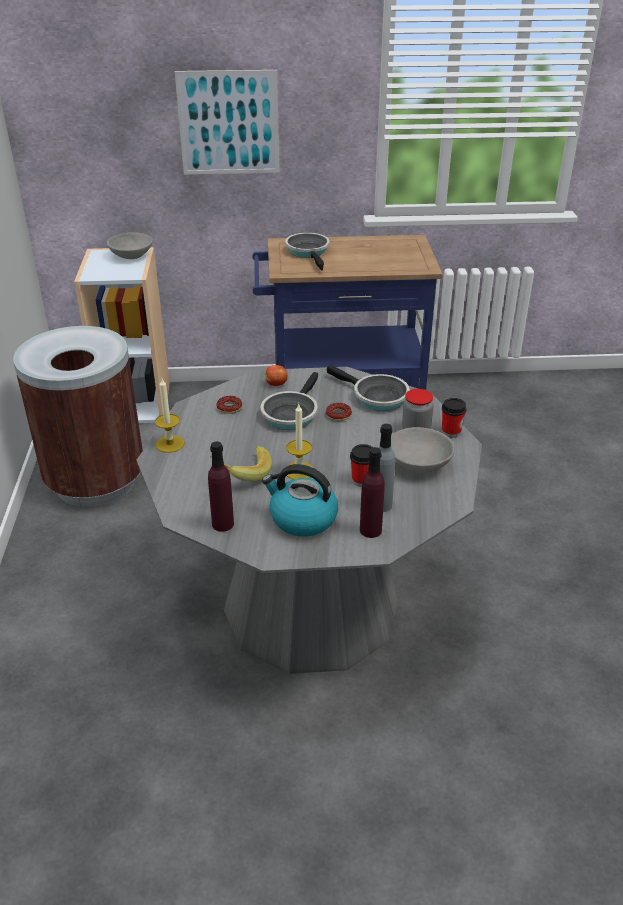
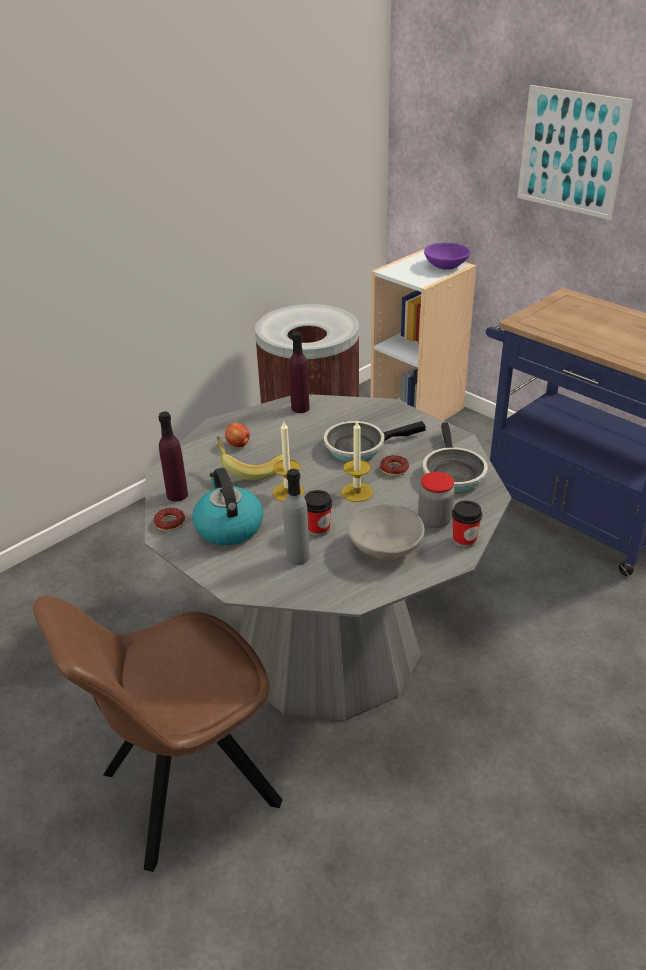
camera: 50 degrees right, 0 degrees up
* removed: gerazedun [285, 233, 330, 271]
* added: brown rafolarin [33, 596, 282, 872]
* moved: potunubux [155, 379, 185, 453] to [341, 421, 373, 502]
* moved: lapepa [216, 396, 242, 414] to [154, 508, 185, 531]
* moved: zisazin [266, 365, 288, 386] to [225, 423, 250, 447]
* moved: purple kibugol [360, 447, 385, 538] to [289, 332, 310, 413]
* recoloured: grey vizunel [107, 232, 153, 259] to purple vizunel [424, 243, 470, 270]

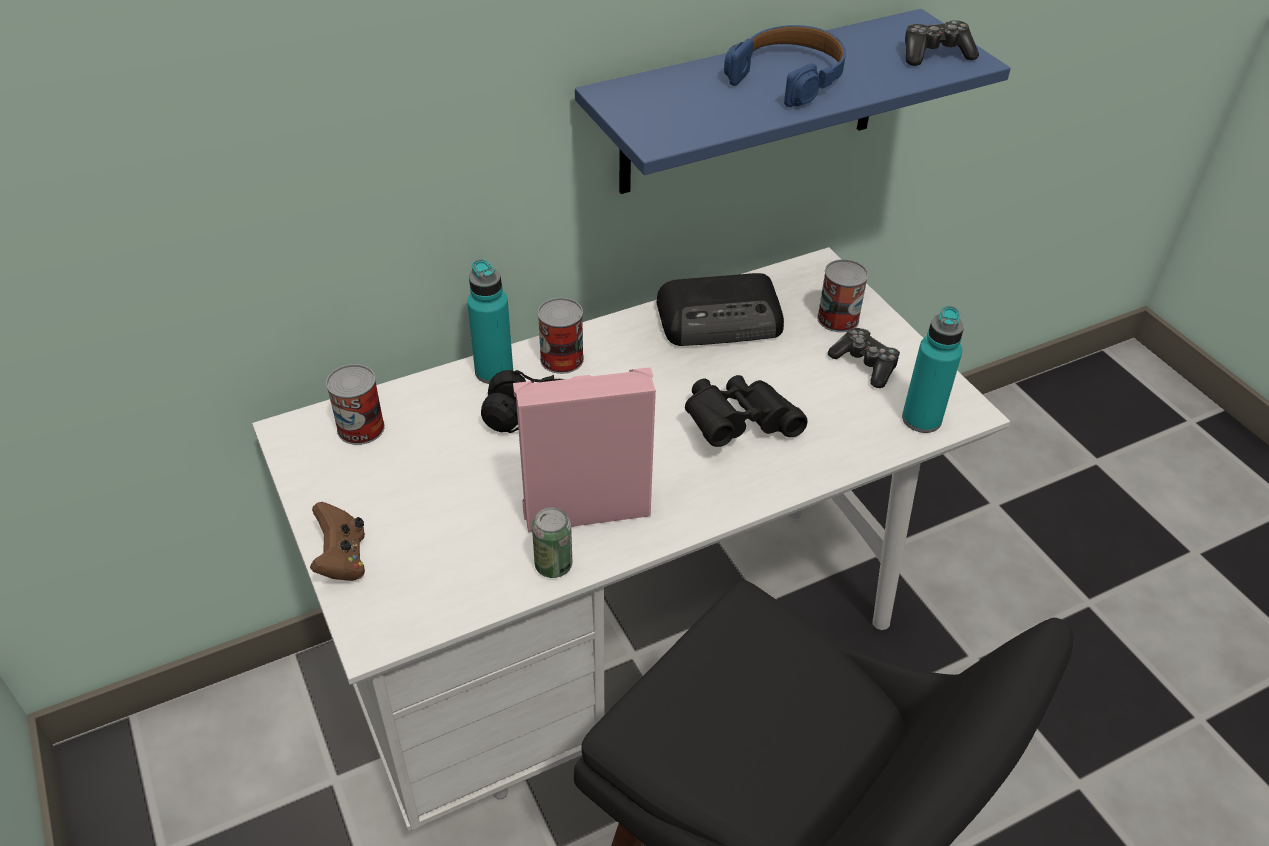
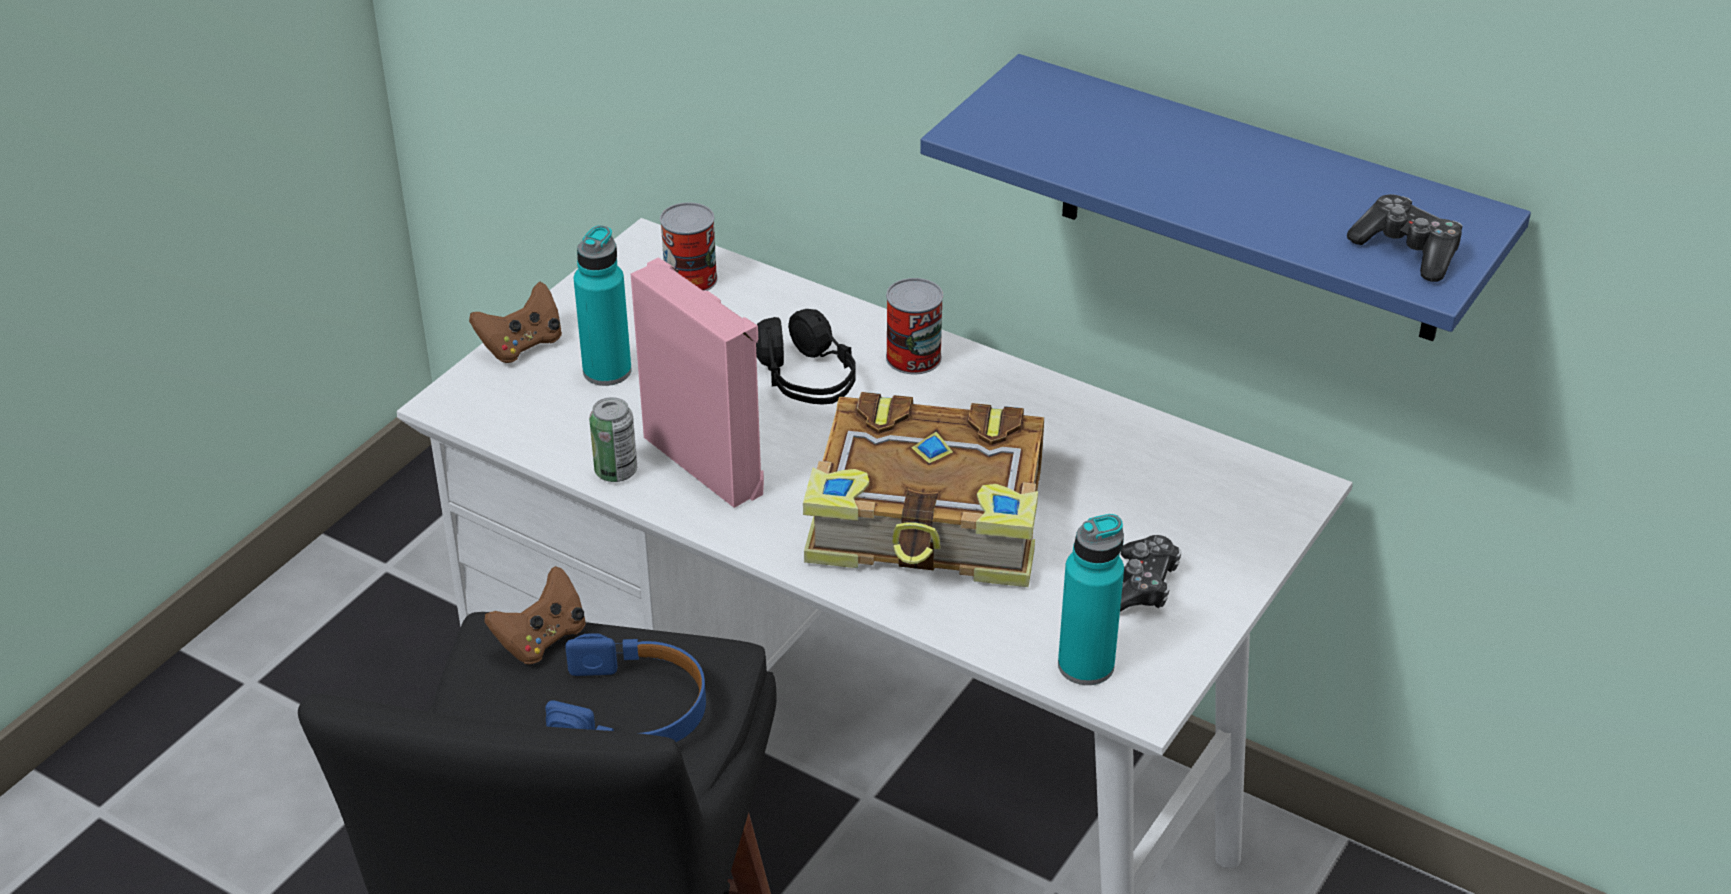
camera: 60 degrees right, 5 degrees down
* removed: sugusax [656, 273, 784, 346]
* removed: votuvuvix [817, 259, 869, 332]
* added: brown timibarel [484, 566, 585, 664]
* moved: turquoise kibugol [467, 259, 513, 384] to [574, 225, 632, 386]
* moved: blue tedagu [724, 25, 846, 107] to [545, 633, 706, 742]
* replaced: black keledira [685, 375, 808, 447] to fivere [803, 392, 1044, 587]

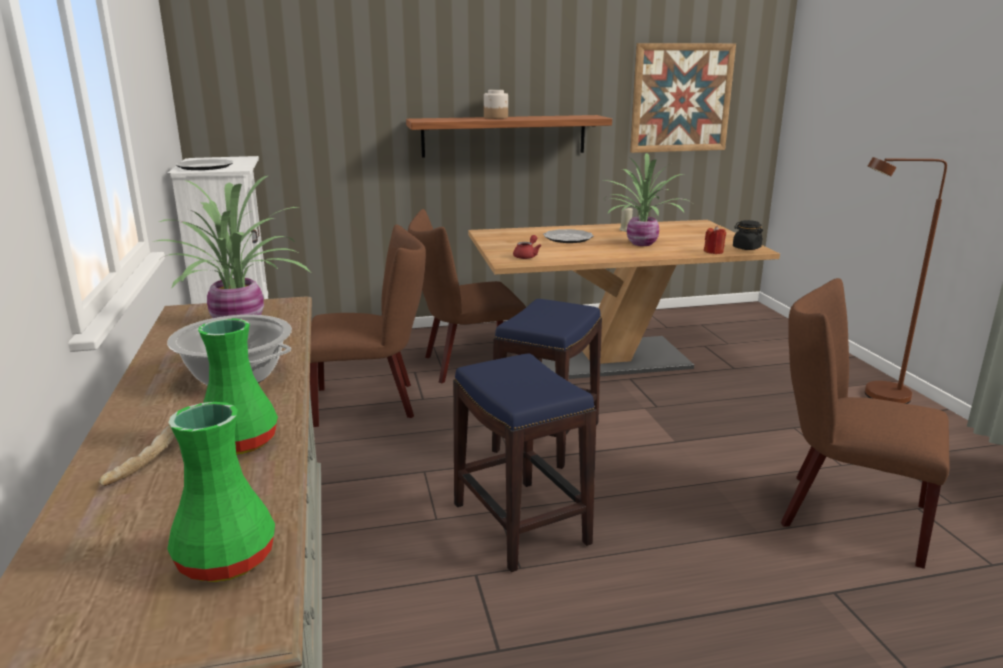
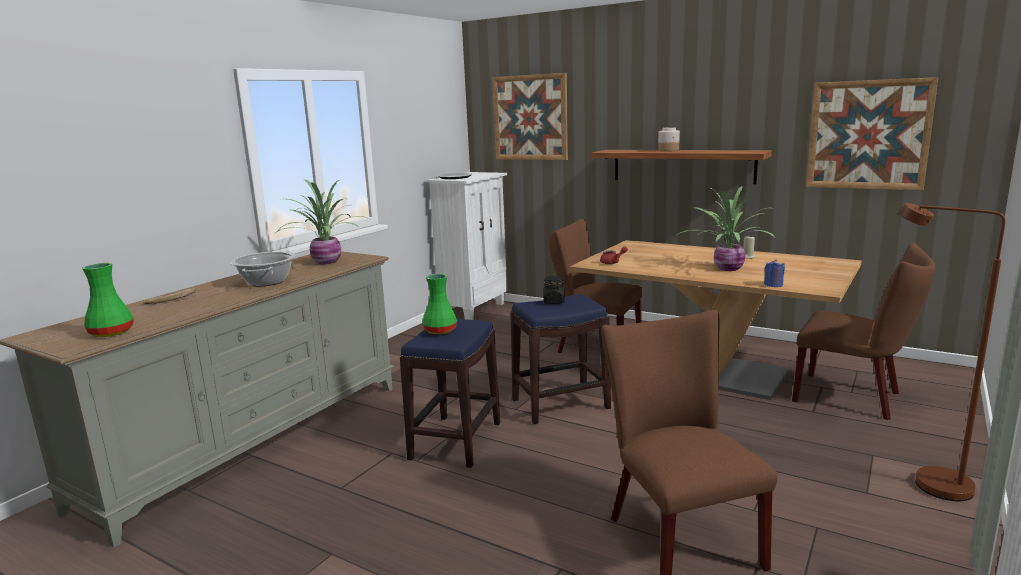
camera: 45 degrees right, 5 degrees down
* removed: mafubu [543, 229, 594, 243]
* added: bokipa [492, 73, 568, 160]
* moved: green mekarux [198, 318, 278, 455] to [422, 274, 457, 334]
* moved: brown rafolarin [310, 224, 426, 427] to [792, 242, 935, 420]
* moved: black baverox [733, 220, 763, 250] to [543, 276, 565, 304]
* recoloured: red potunubux [704, 226, 726, 254] to blue potunubux [764, 259, 785, 287]

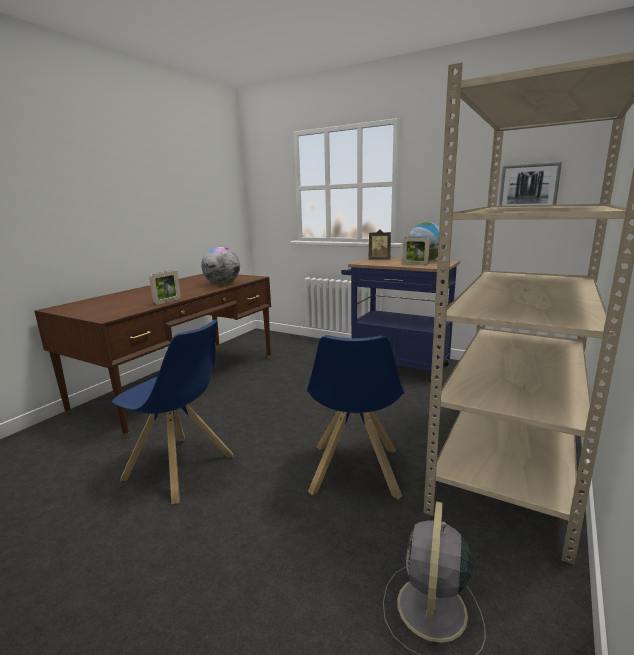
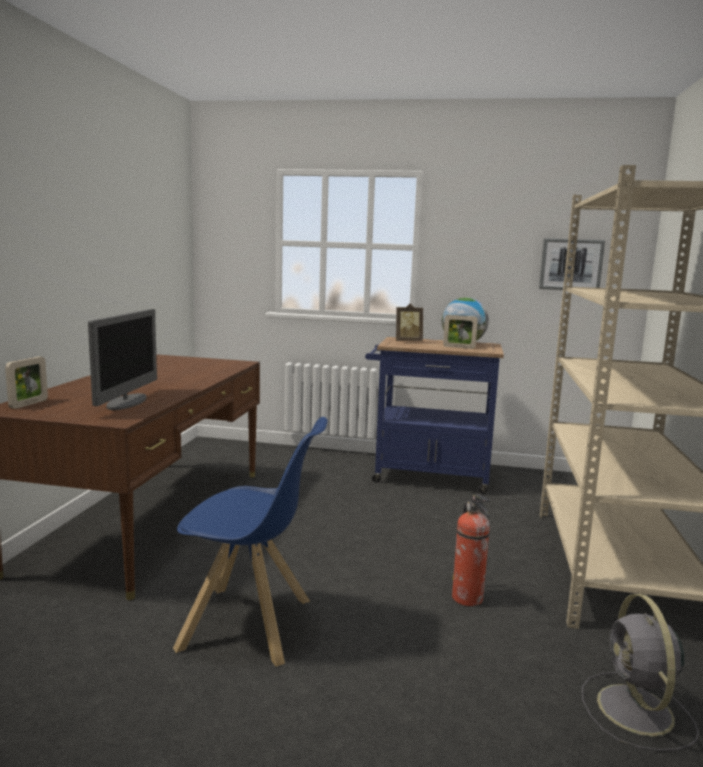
camera: 20 degrees left, 5 degrees down
* removed: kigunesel [201, 247, 240, 285]
* added: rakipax [88, 309, 157, 410]
* moved: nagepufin [149, 270, 181, 305] to [5, 356, 48, 409]
* replaced: blue rafolarin [306, 335, 405, 499] to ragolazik [452, 495, 490, 606]

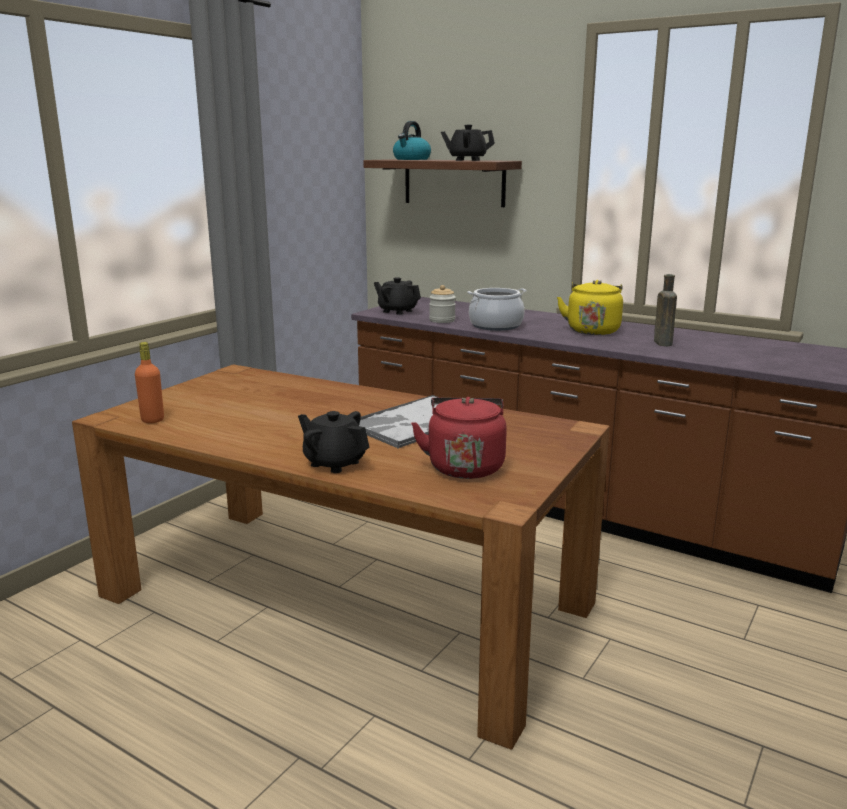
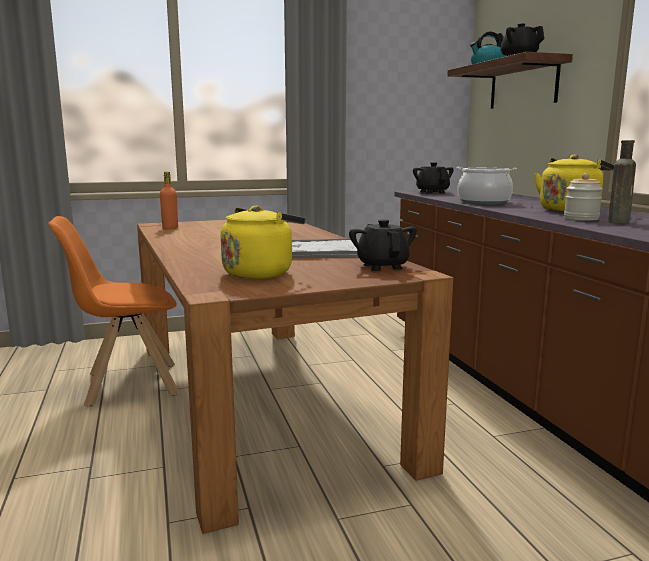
camera: 40 degrees right, 5 degrees down
* added: orange rafolarin [48, 216, 180, 407]
* moved: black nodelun [298, 411, 370, 473] to [349, 219, 417, 271]
* moved: baverox [429, 285, 456, 323] to [564, 173, 603, 221]
* recoloured: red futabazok [411, 397, 507, 479] to yellow futabazok [221, 206, 305, 279]

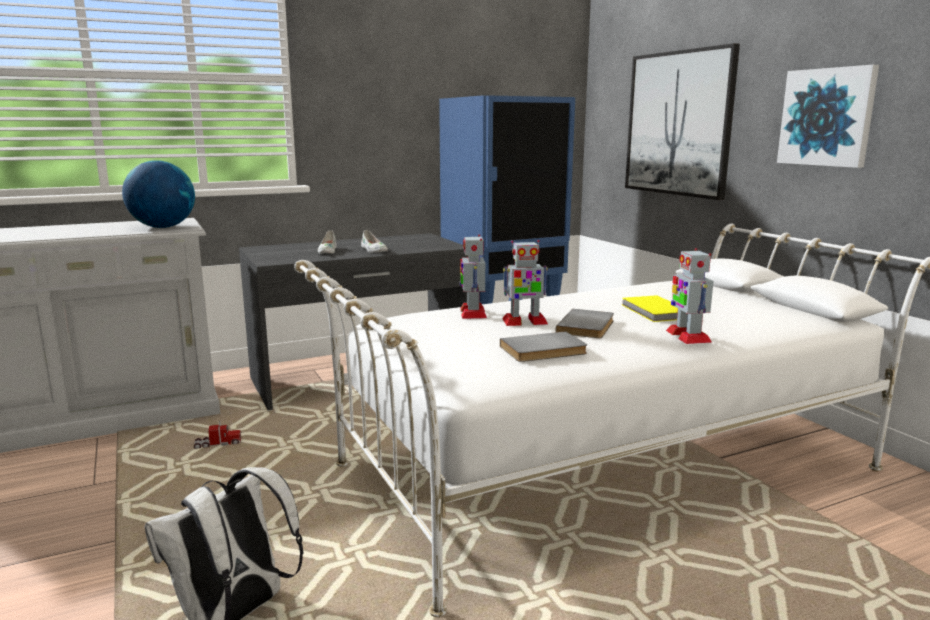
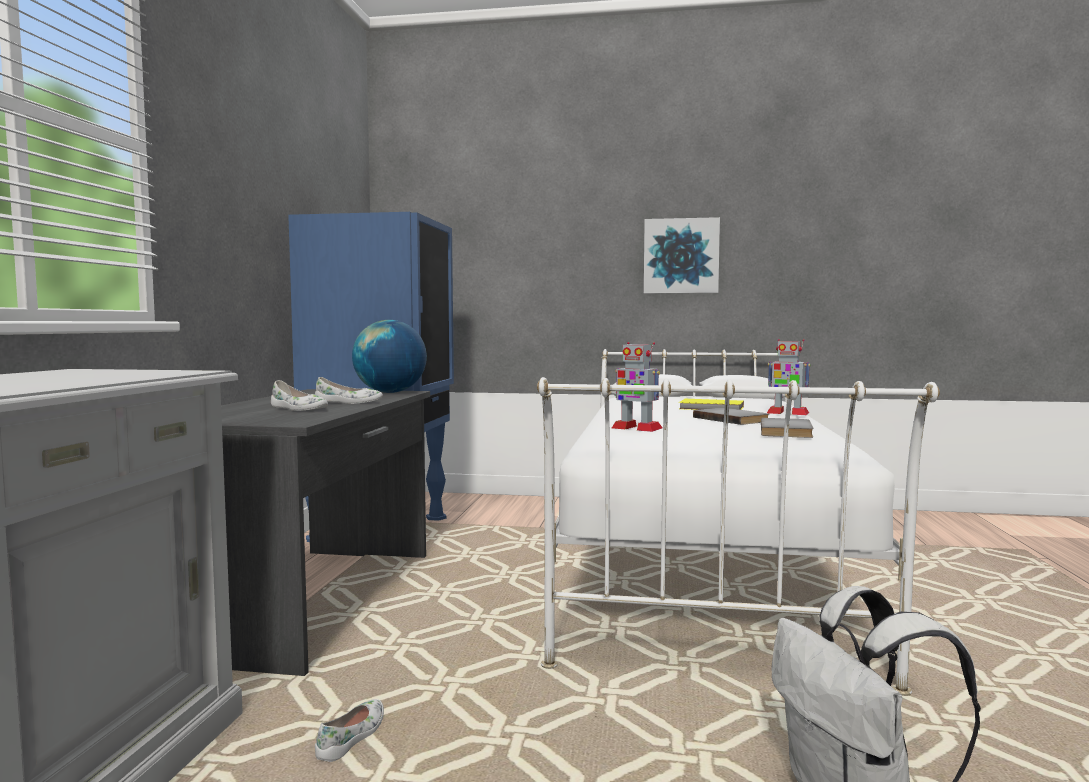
camera: 55 degrees left, 10 degrees down
* removed: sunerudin [502, 240, 548, 326]
* removed: bokipa [625, 43, 740, 200]
* moved: kigunesel [122, 160, 195, 228] to [352, 320, 427, 393]
* replaced: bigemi [194, 421, 241, 449] to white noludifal [315, 699, 384, 762]

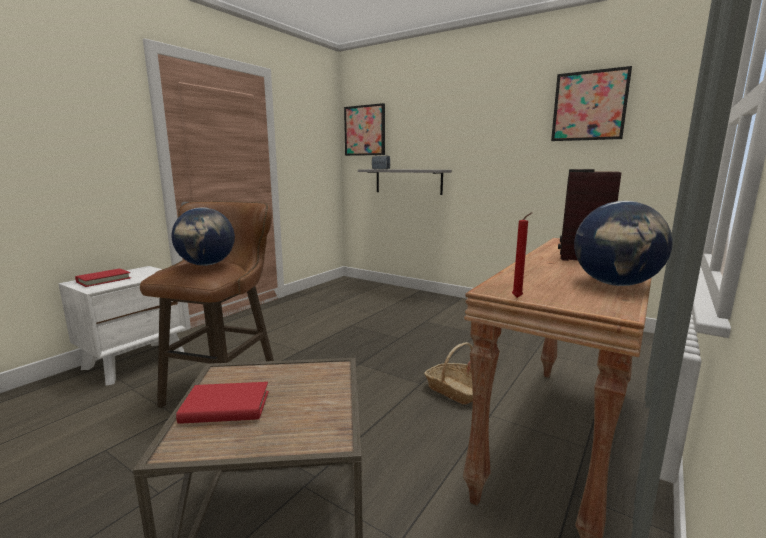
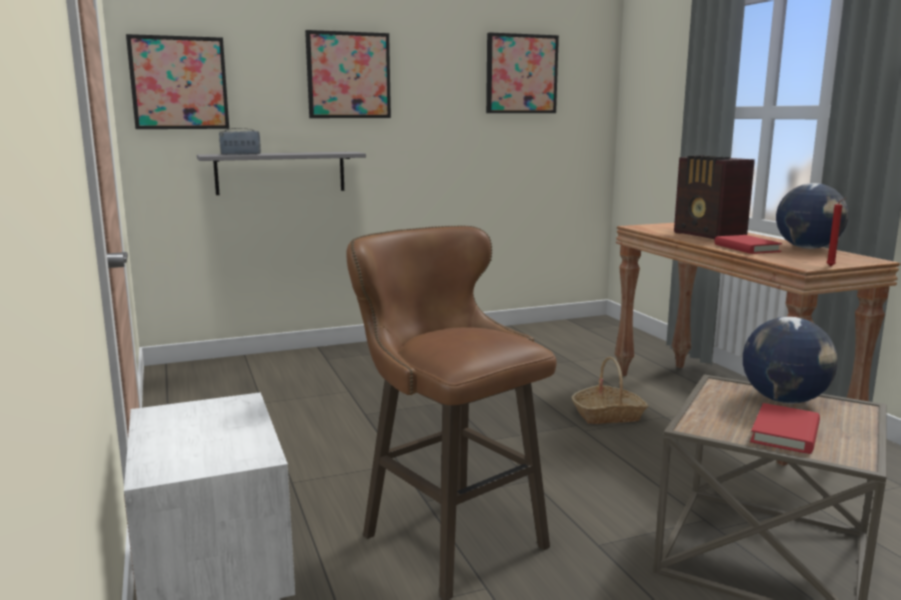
camera: 55 degrees left, 0 degrees up
* added: bokipa [305, 30, 391, 118]
* moved: red fivere [75, 269, 131, 287] to [715, 235, 782, 254]
* moved: kigunesel [172, 207, 235, 266] to [743, 317, 838, 404]

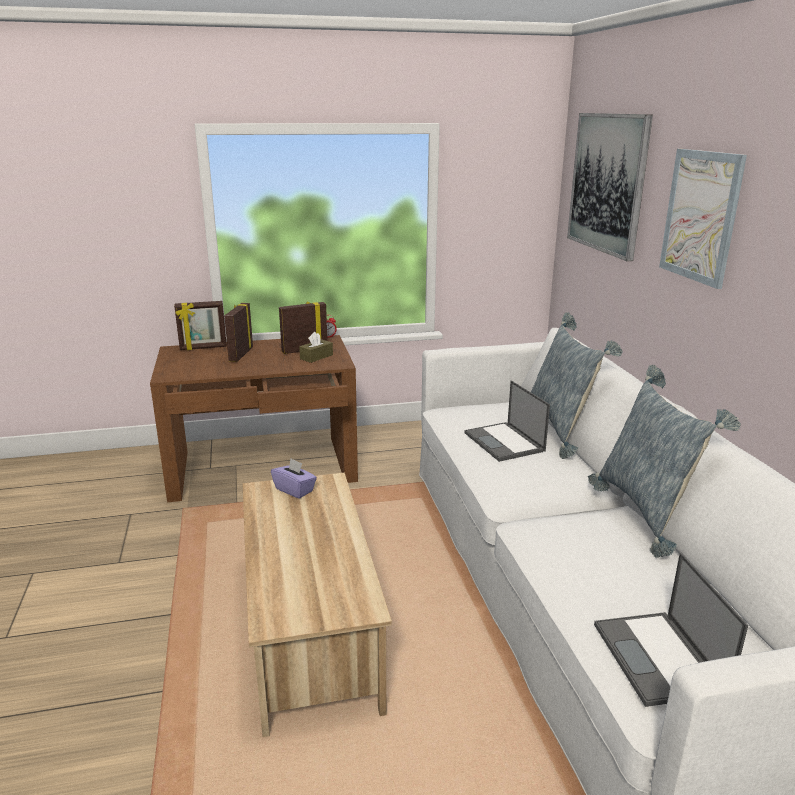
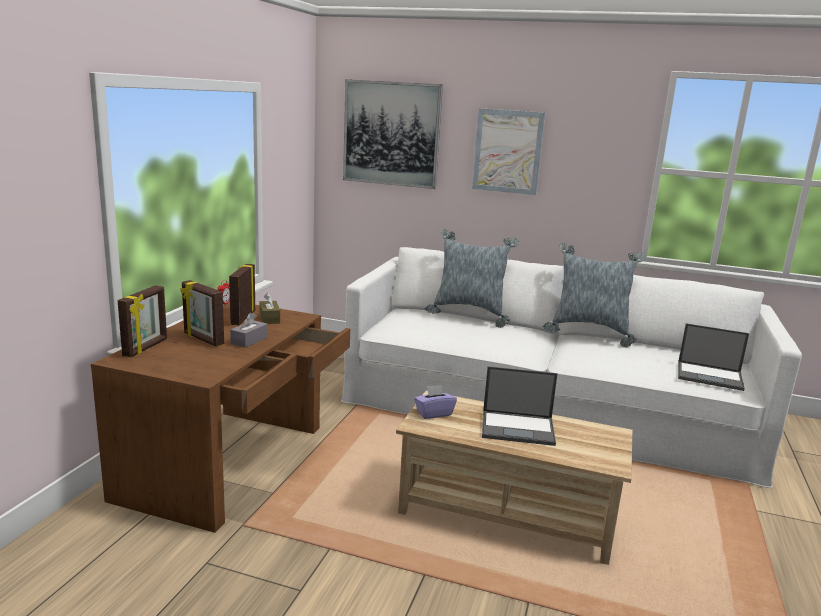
camera: 60 degrees left, 5 degrees down
* added: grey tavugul [230, 313, 268, 348]
* moved: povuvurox [464, 380, 550, 462] to [482, 366, 558, 446]

